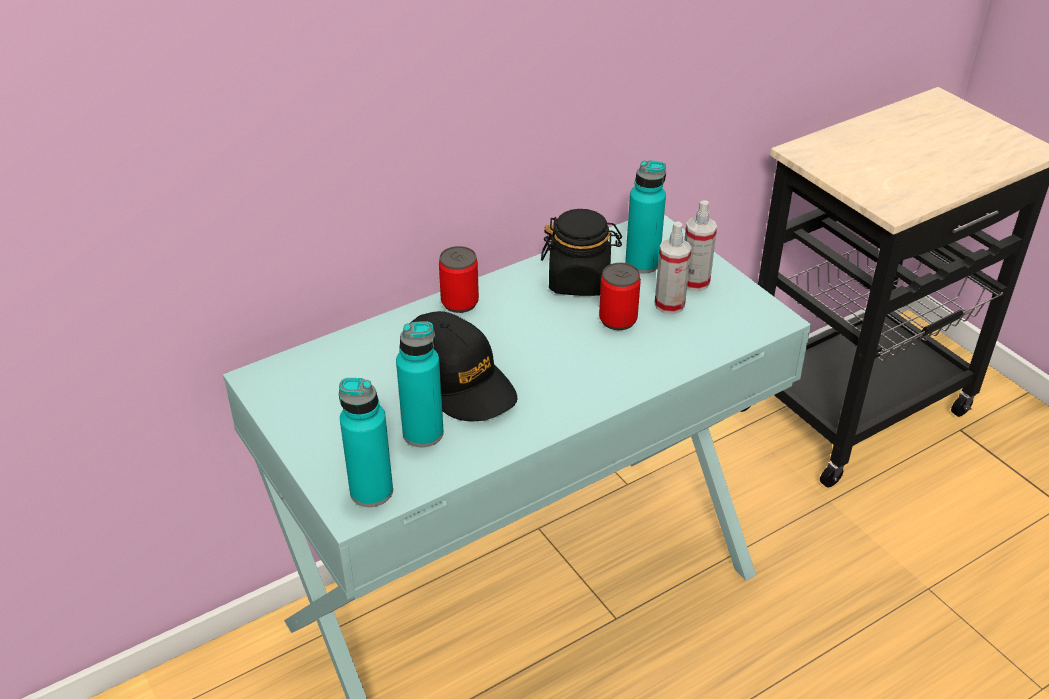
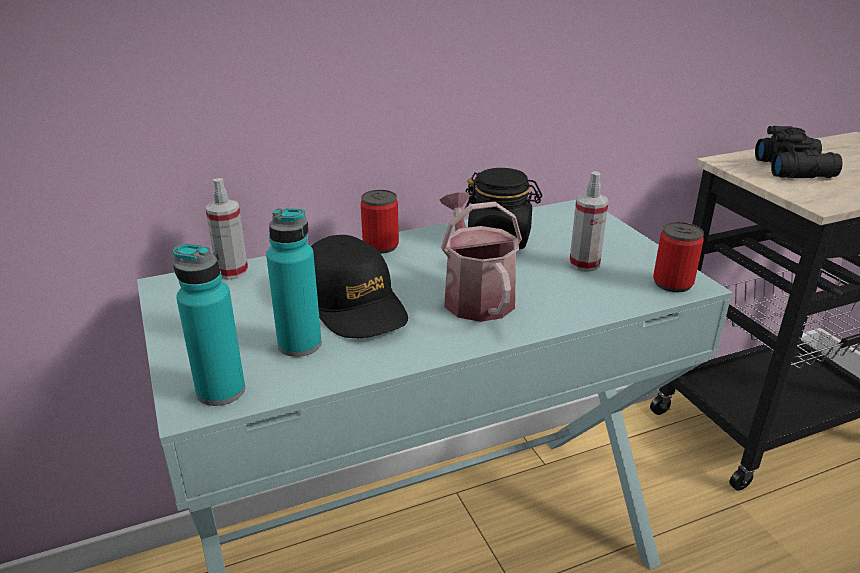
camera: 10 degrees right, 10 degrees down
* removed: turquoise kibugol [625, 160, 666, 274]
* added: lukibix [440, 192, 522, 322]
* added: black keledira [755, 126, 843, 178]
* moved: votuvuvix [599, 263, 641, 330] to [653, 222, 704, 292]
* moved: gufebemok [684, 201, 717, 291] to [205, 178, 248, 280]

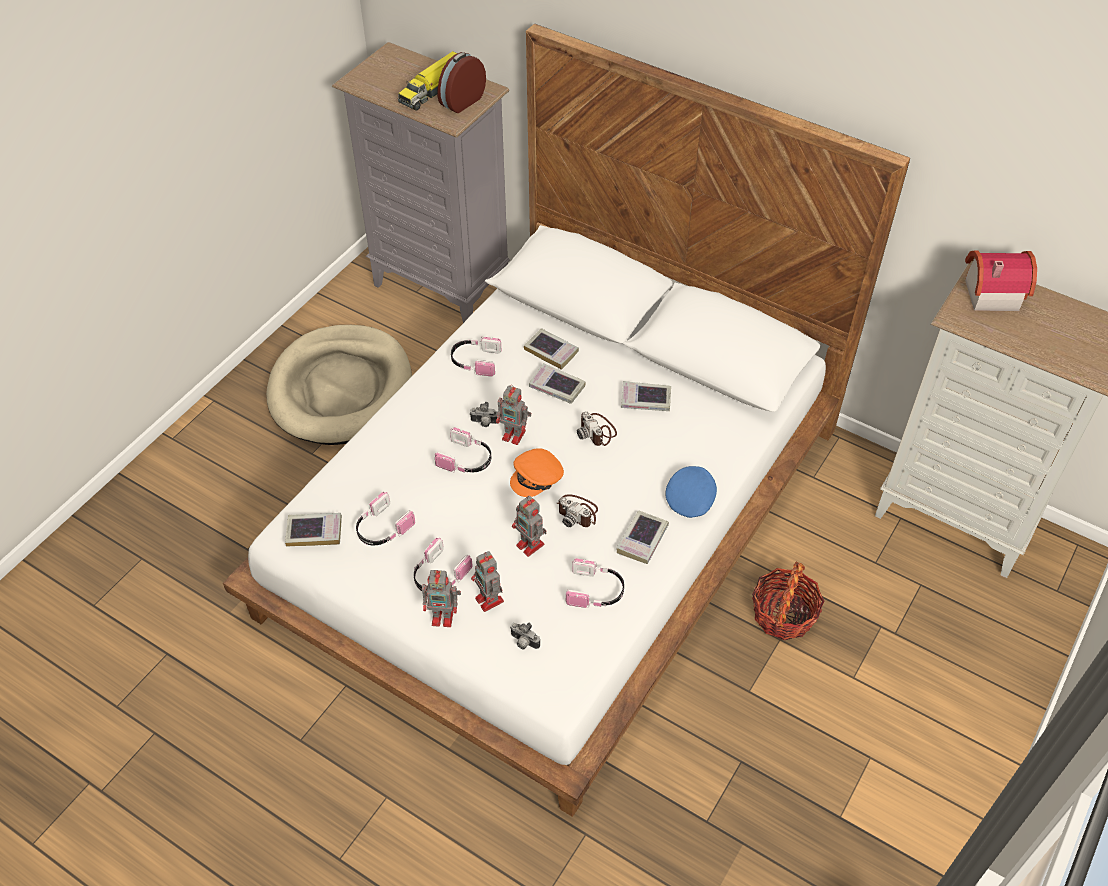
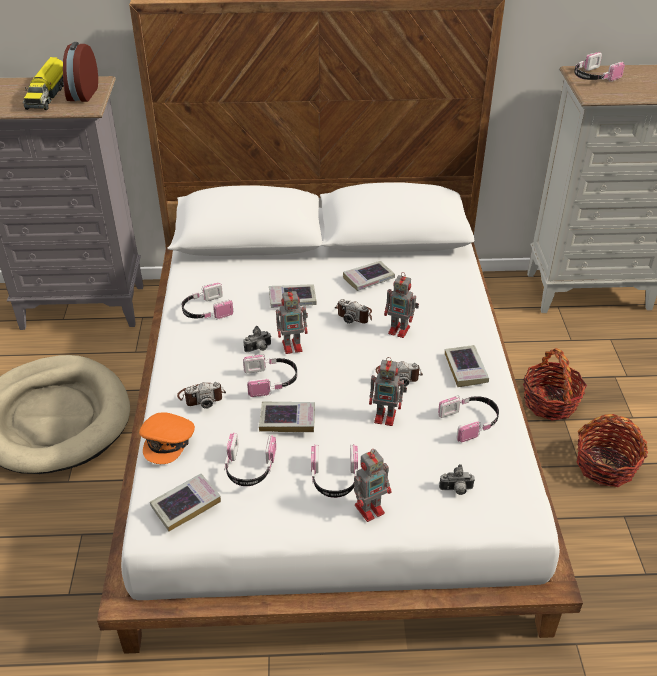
camera: 35 degrees left, 10 degrees down
* removed: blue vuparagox [665, 466, 717, 518]
* added: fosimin [177, 382, 226, 409]
* added: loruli [577, 414, 648, 487]
* moved: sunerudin [471, 551, 504, 612] to [384, 272, 419, 338]
* moved: orange vuparagox [510, 448, 564, 497] to [139, 412, 195, 464]
* moved: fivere [524, 328, 579, 370] to [259, 402, 315, 432]
* replaced: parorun [965, 251, 1037, 311] to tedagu [574, 52, 625, 82]

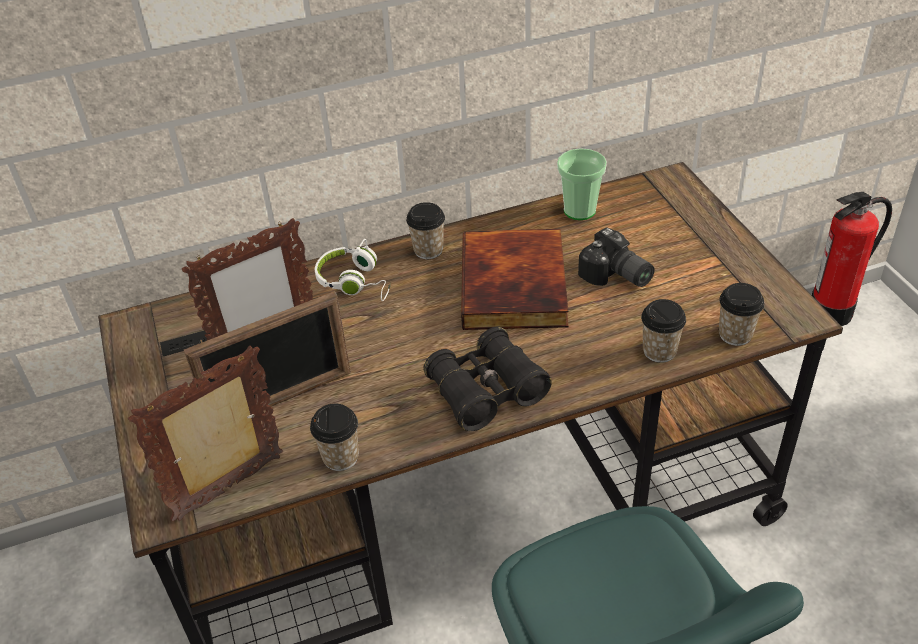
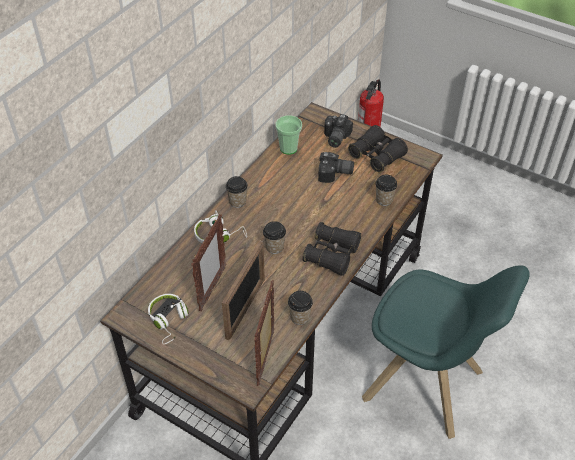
camera: 40 degrees left, 5 degrees up
* removed: fivere [461, 229, 568, 330]
* added: white tedagu [148, 294, 188, 344]
* added: fosimin [324, 114, 353, 148]
* added: black keledira [348, 125, 408, 172]
* moved: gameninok [719, 283, 764, 346] to [263, 221, 286, 254]

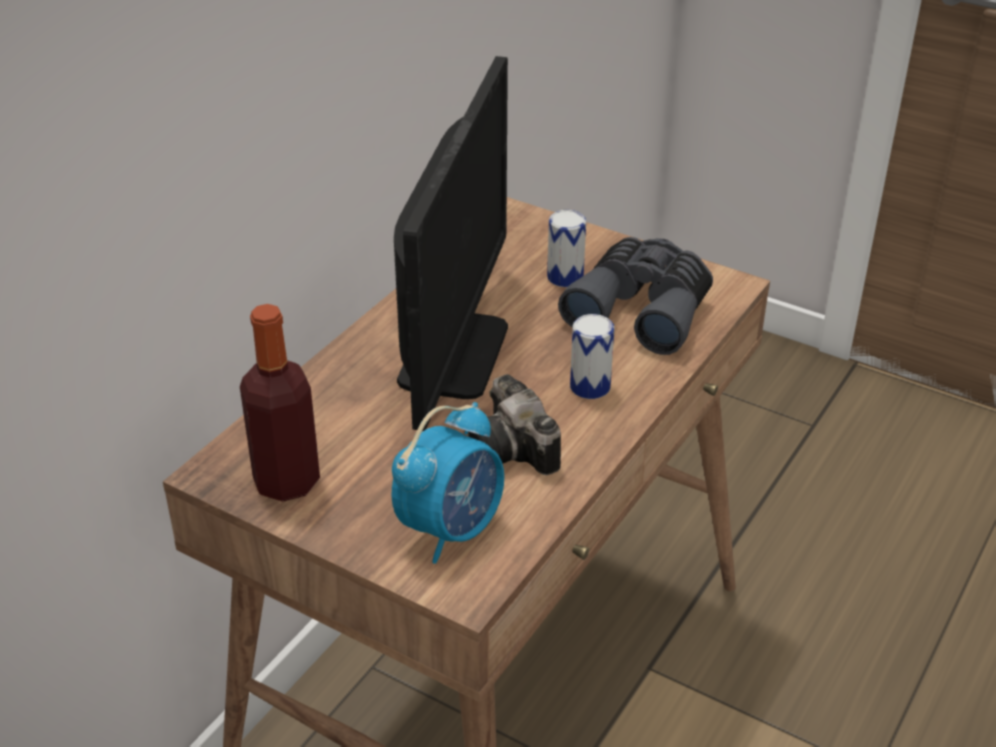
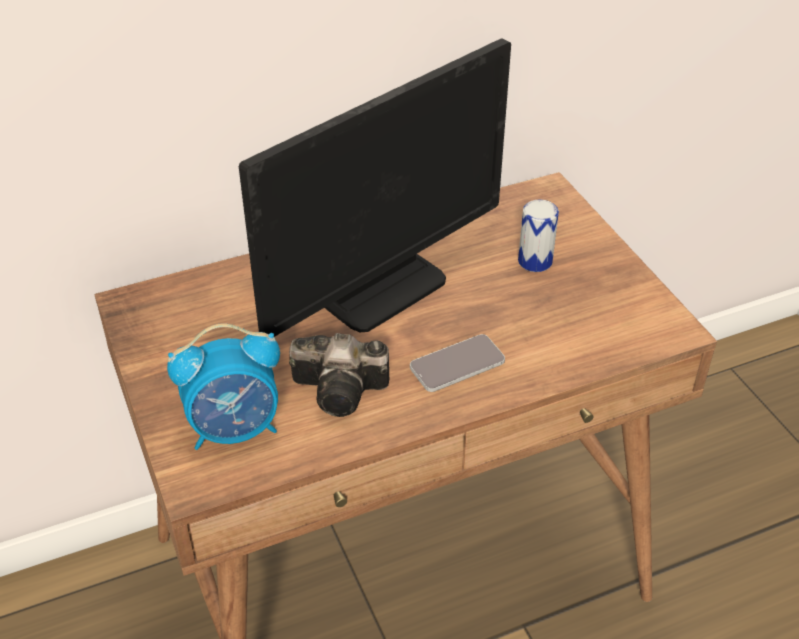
camera: 35 degrees right, 5 degrees up
* removed: kibugol [240, 304, 320, 502]
* removed: grey keledira [558, 237, 713, 355]
* replaced: votuvuvix [570, 314, 614, 399] to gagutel [410, 334, 505, 392]
* turned: fosimin [468, 374, 561, 475] = [289, 333, 389, 417] 90 degrees counterclockwise

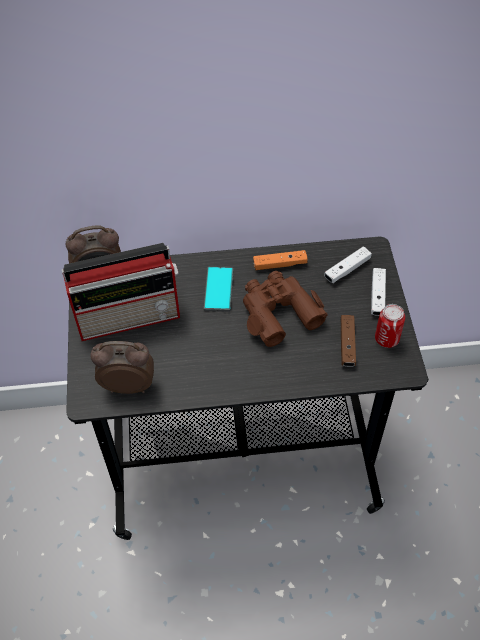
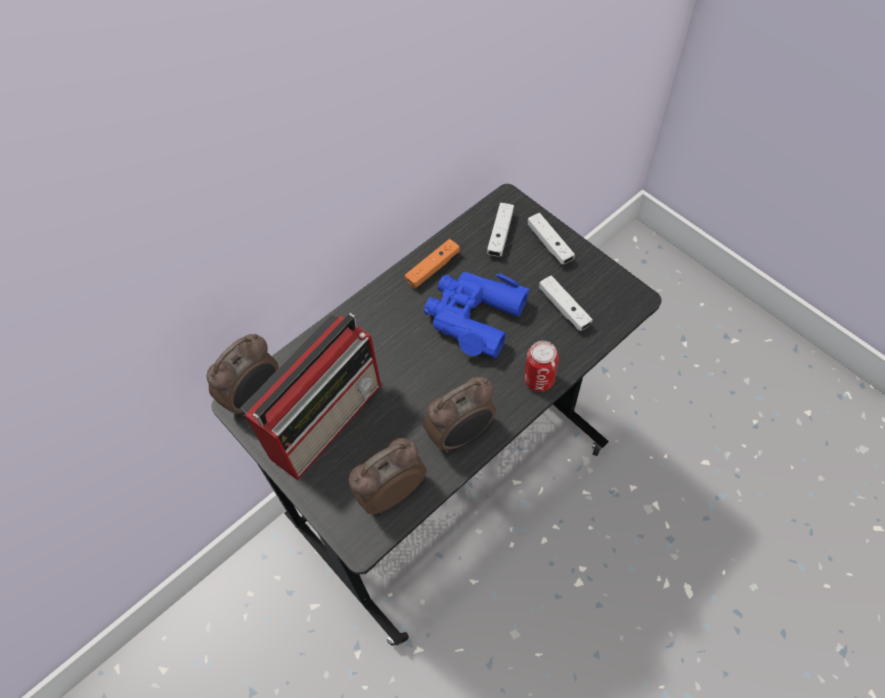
camera: 35 degrees left, 5 degrees up
* removed: gagutel [204, 267, 233, 312]
* added: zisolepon [423, 377, 496, 453]
* moved: votuvuvix [375, 304, 405, 348] to [524, 341, 559, 392]
* recoloured: brown keledira [243, 271, 328, 347] to blue keledira [424, 272, 530, 358]
* recoloured: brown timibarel [341, 315, 356, 366] to white timibarel [539, 276, 593, 331]

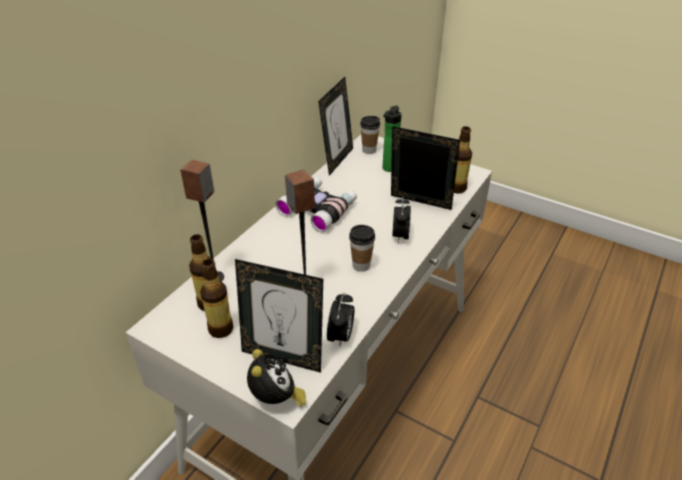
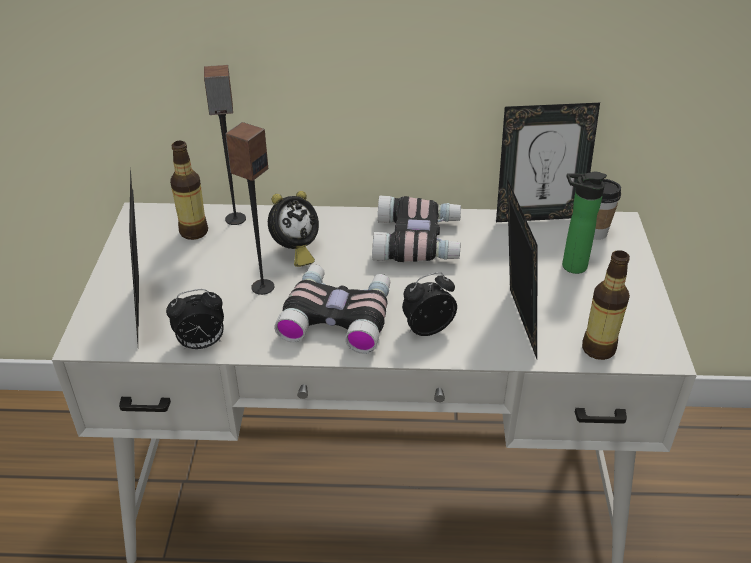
camera: 60 degrees right, 0 degrees up
* removed: kibugol [200, 259, 233, 338]
* moved: zisolepon [247, 349, 306, 407] to [268, 191, 319, 267]
* replaced: gameninok [349, 225, 375, 272] to keledira [274, 264, 390, 354]

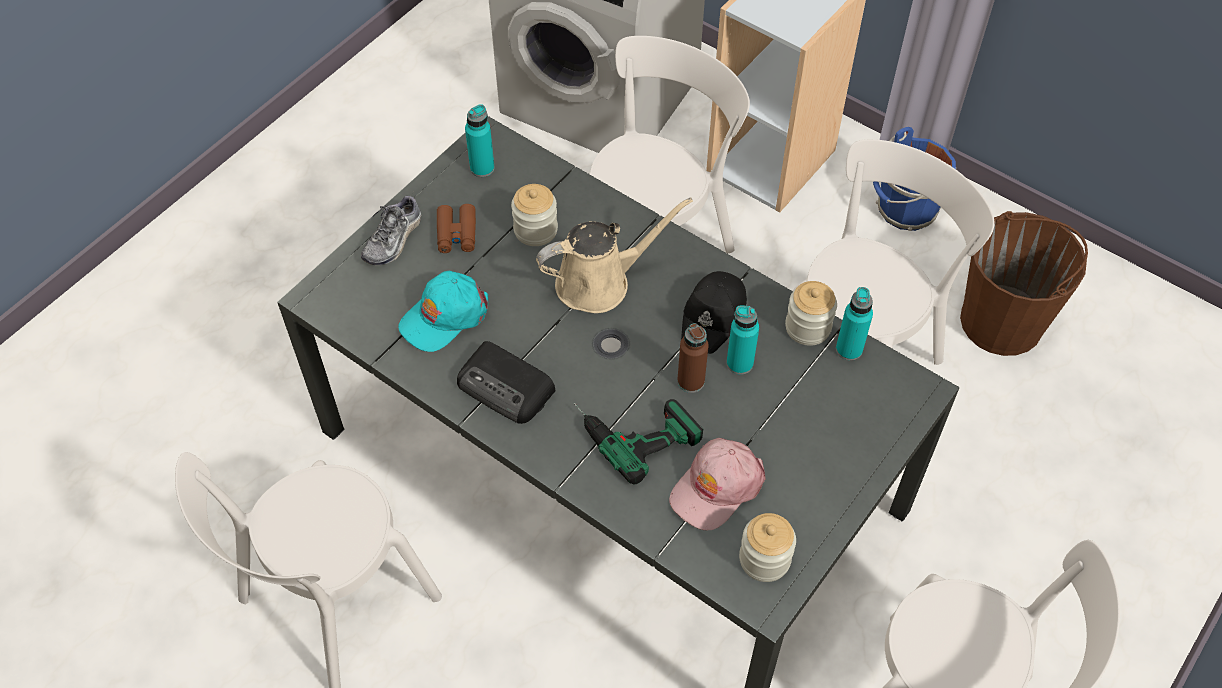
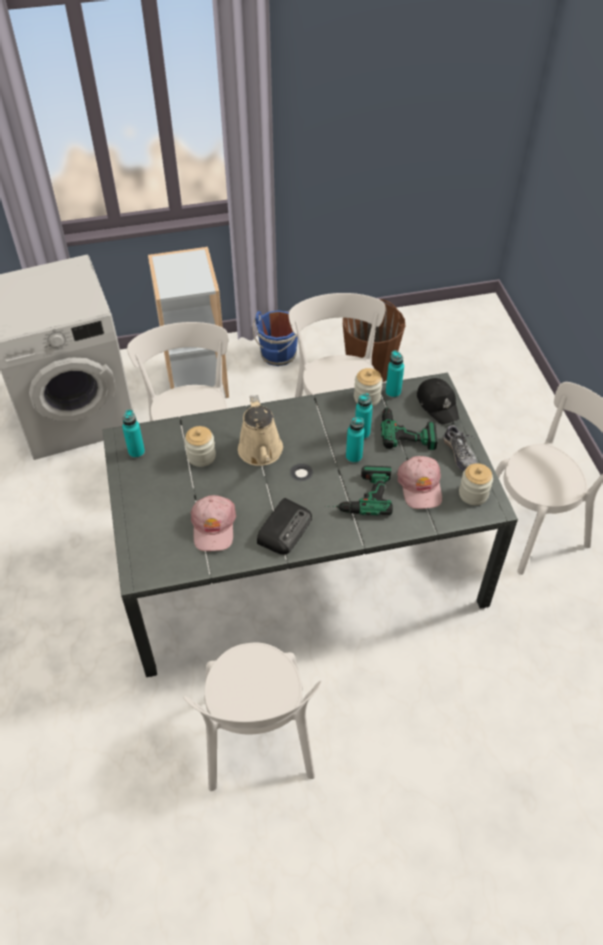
camera: 50 degrees left, 5 degrees down
* removed: brown keledira [437, 204, 476, 253]
* added: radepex [381, 400, 438, 450]
* moved: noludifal [361, 194, 422, 265] to [443, 423, 477, 471]
* moved: black vuparagox [681, 271, 747, 354] to [417, 378, 459, 424]
* recoloured: turquoise vuparagox [398, 271, 488, 352] to pink vuparagox [191, 495, 236, 551]
* recoloured: brown kibugol [677, 323, 709, 393] to turquoise kibugol [346, 417, 364, 463]
* turned: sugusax [457, 341, 555, 424] = [257, 498, 312, 555] 45 degrees counterclockwise
* turned: beige lukibix [536, 198, 693, 313] = [238, 395, 283, 466] 150 degrees clockwise

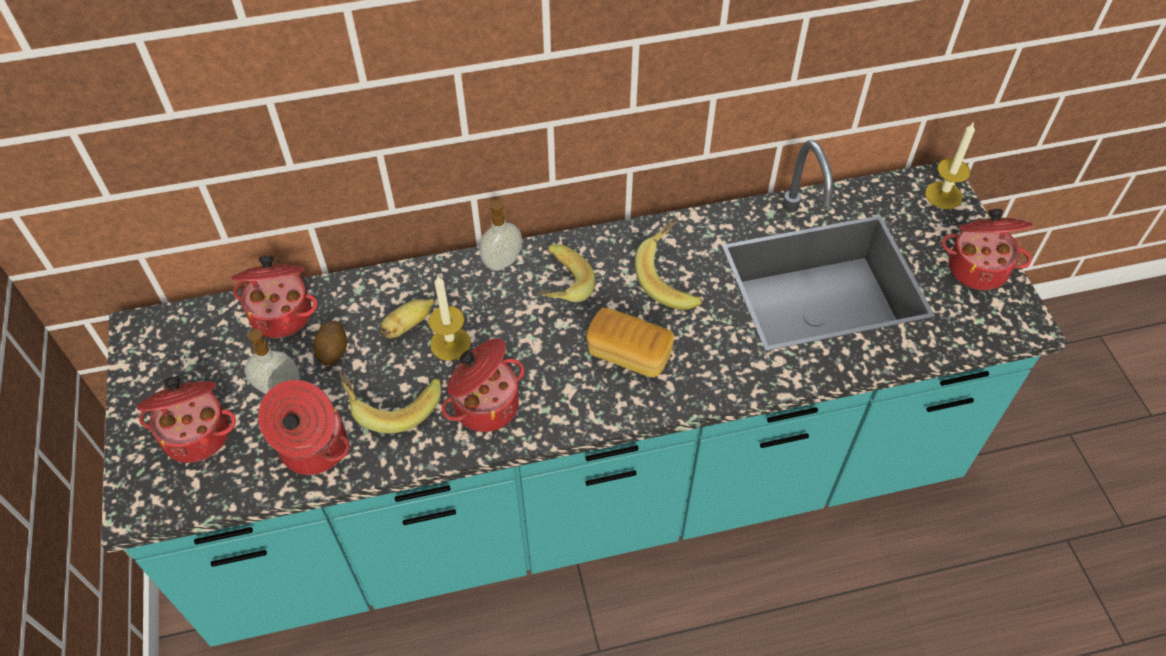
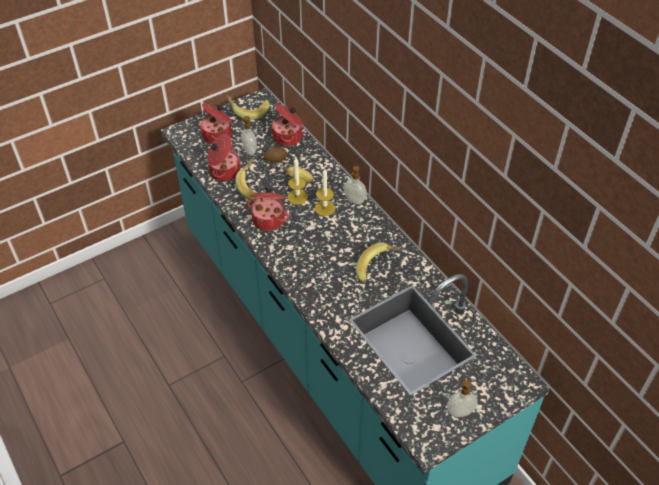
camera: 70 degrees right, 5 degrees down
* removed: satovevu [586, 308, 674, 377]
* moved: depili [535, 244, 595, 302] to [227, 95, 270, 120]
* moved: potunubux [925, 122, 975, 209] to [315, 169, 335, 216]
* replaced: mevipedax [941, 209, 1033, 290] to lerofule [447, 380, 478, 417]

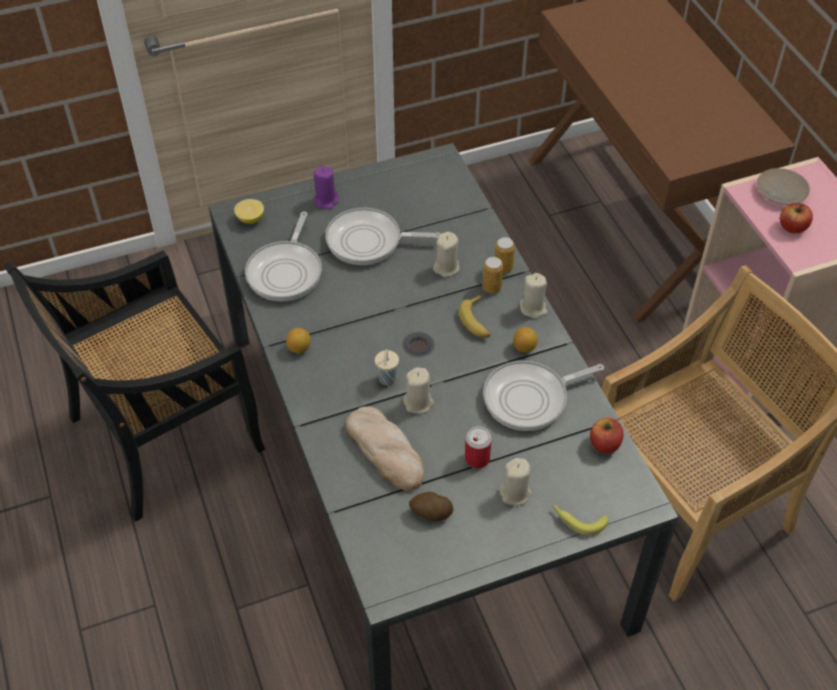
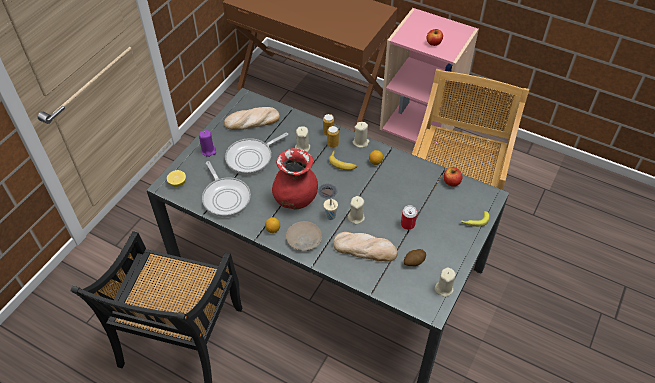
camera: 40 degrees left, 0 degrees up
* removed: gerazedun [483, 360, 604, 431]
* added: satovevu [224, 107, 280, 130]
* added: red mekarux [272, 148, 318, 209]
* moved: beige potunubux [499, 458, 532, 505] to [435, 267, 456, 297]
* moved: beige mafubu [757, 168, 810, 205] to [286, 221, 322, 251]

